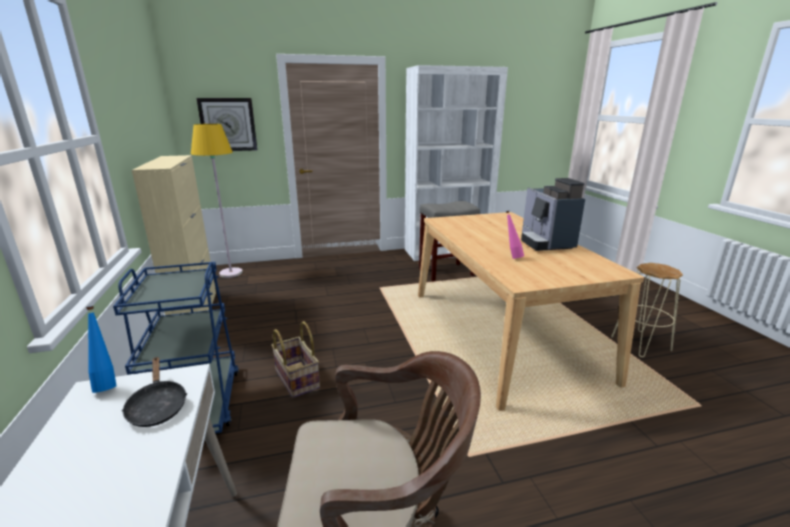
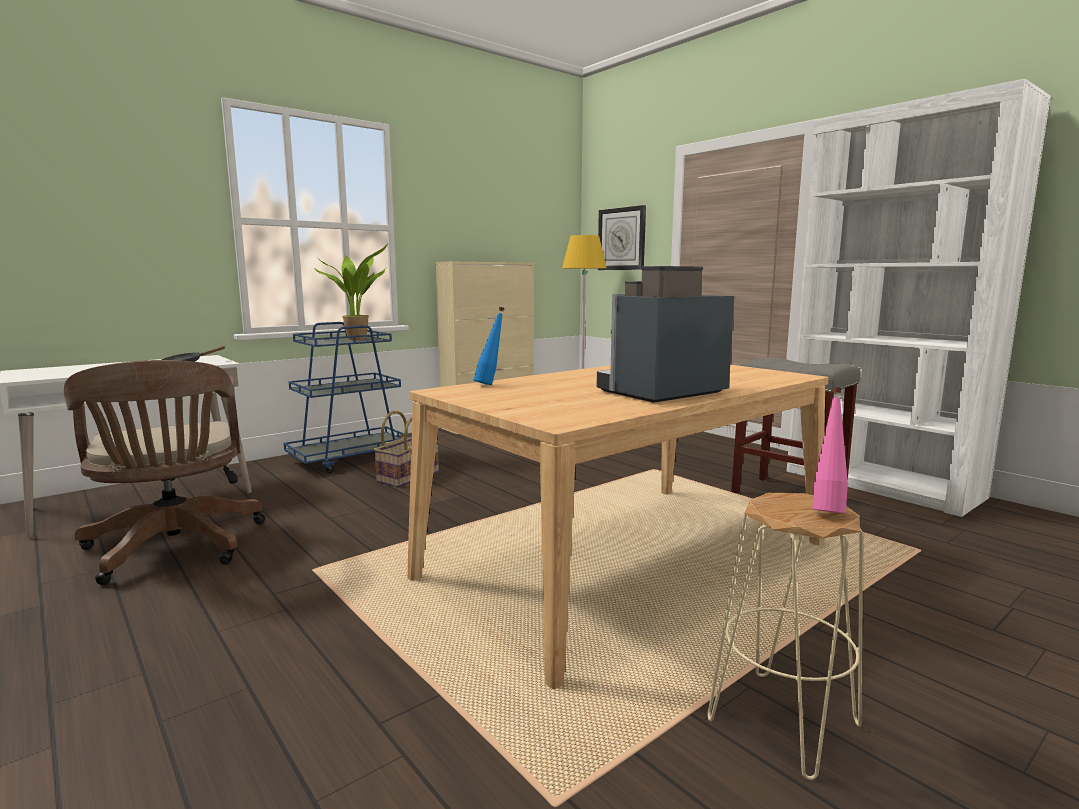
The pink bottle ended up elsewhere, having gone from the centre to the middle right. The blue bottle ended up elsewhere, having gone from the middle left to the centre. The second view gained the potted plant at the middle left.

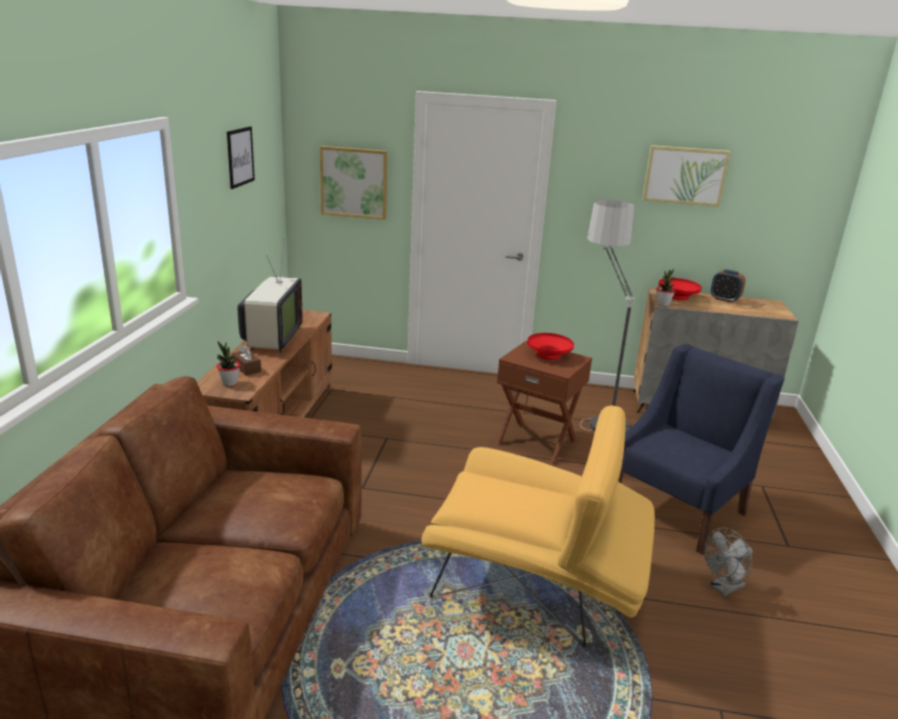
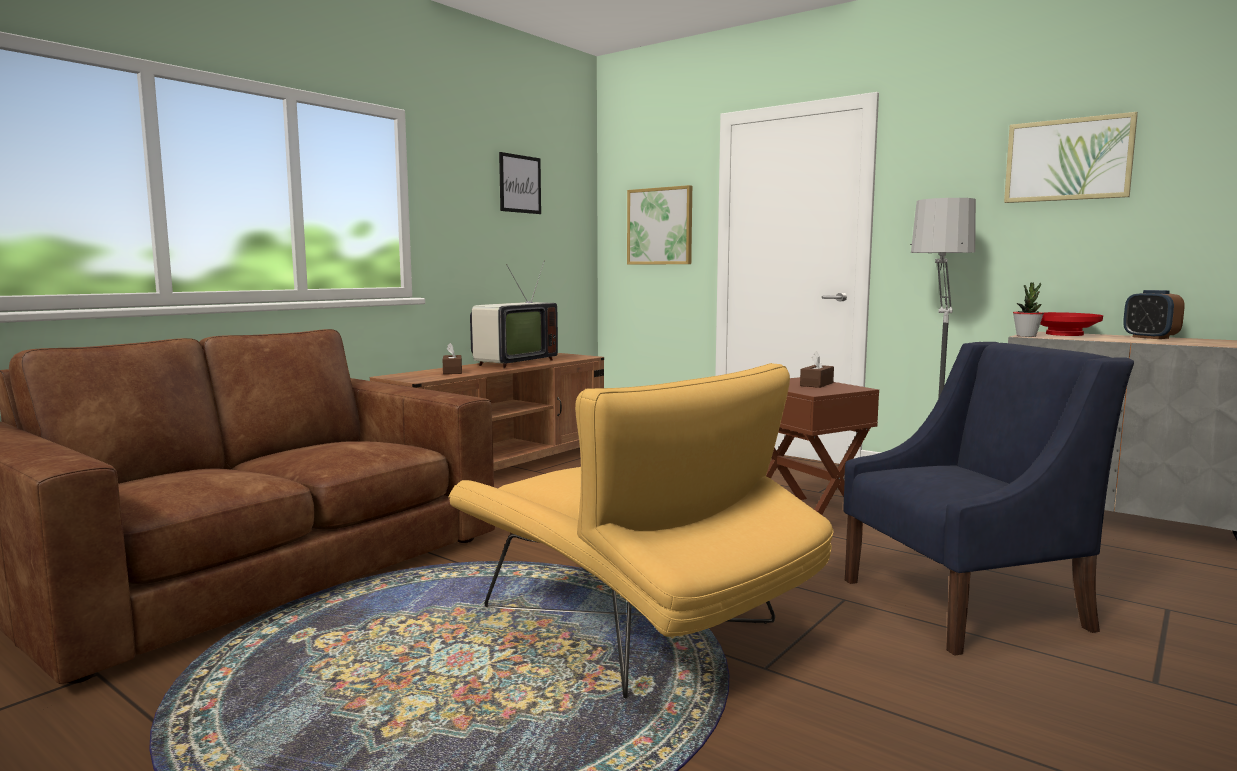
Where the red bowl (no. 1 from left) stood at the centre, the brown tissue box (no. 2 from left) came to stand at the centre. The second view lost the potted plant (no. 1 from left) at the middle left. The second view lost the grey fan at the bottom right.

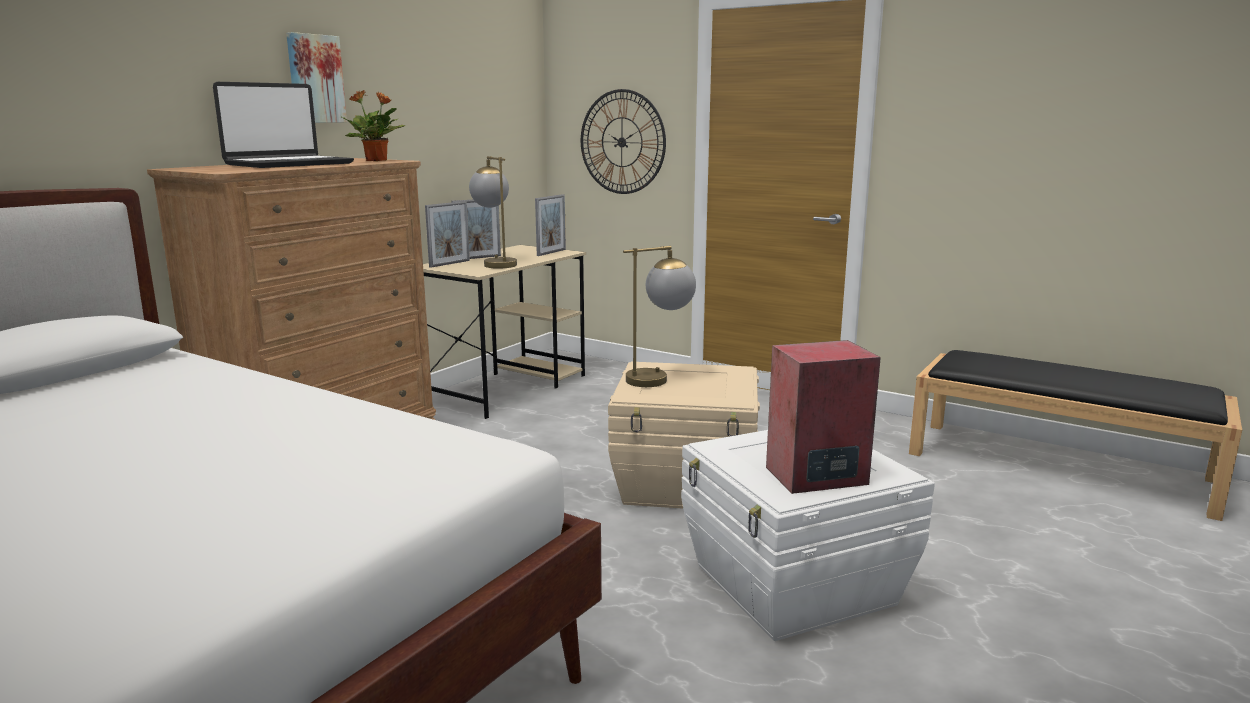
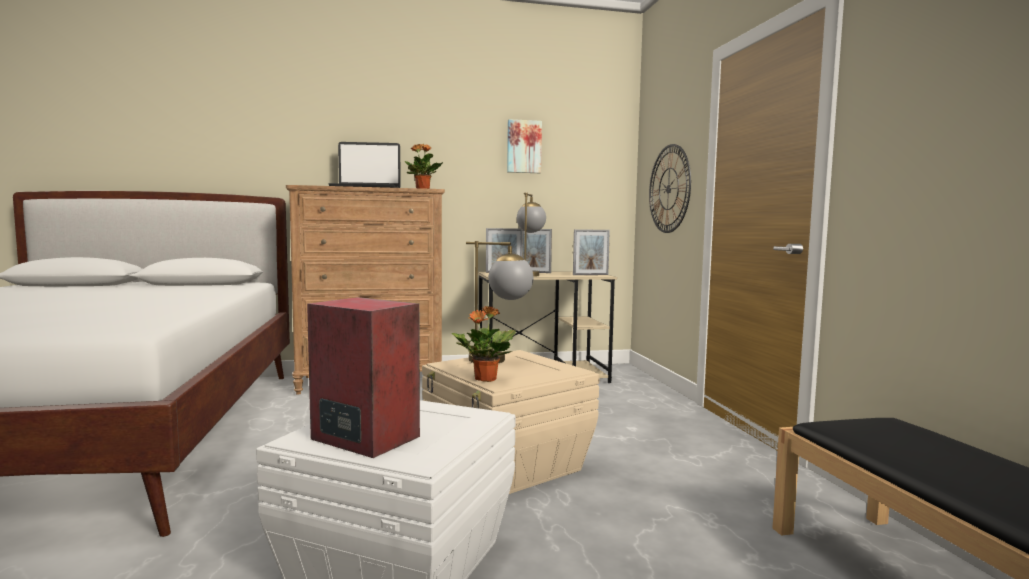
The picture ended up elsewhere, having gone from the top left to the top centre. The second view gained the potted plant (no. 2 from left) at the centre.

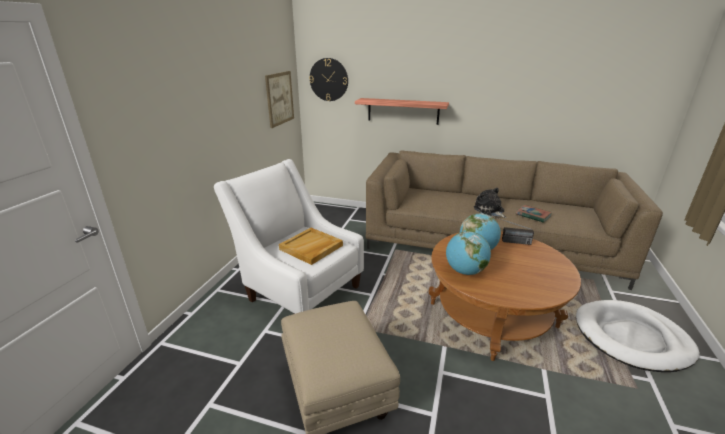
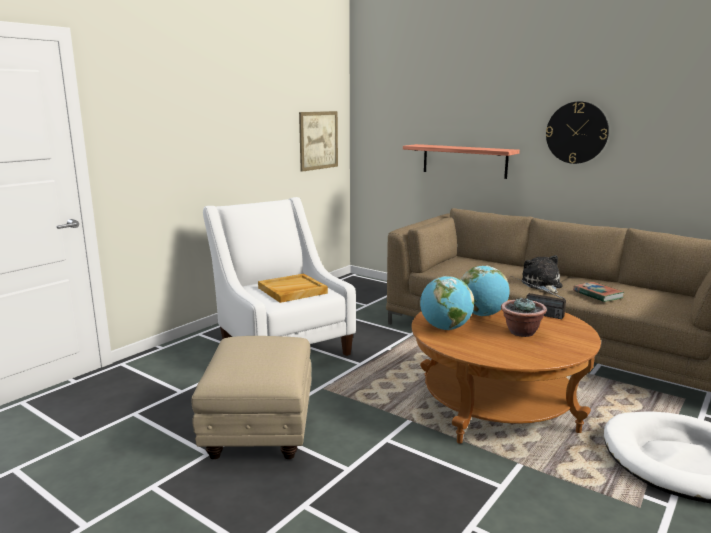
The wall clock ended up elsewhere, having gone from the top centre to the top right. The second view gained the potted plant at the middle right.

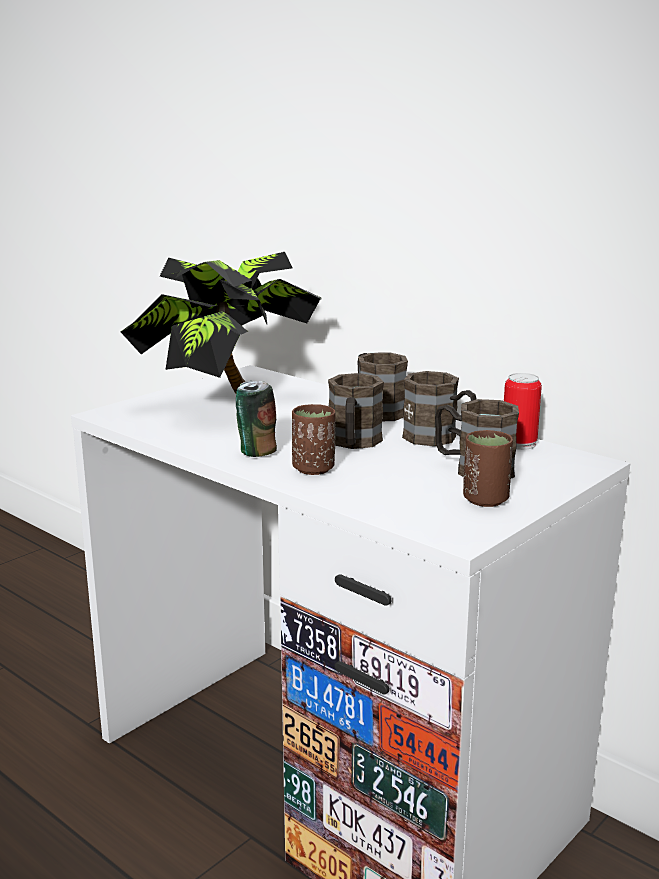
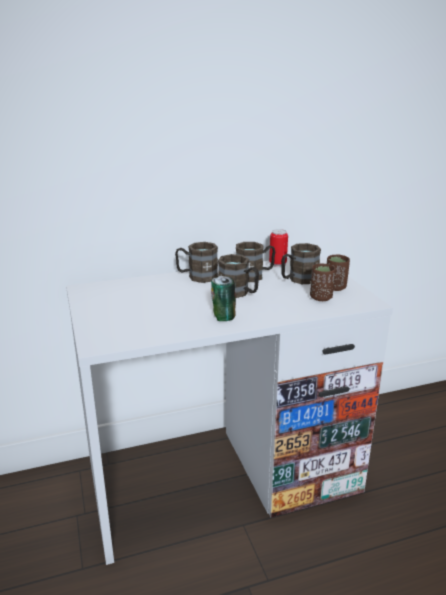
The second view lost the potted plant at the centre. The brown cup (no. 1 from left) ended up elsewhere, having gone from the centre to the middle right.

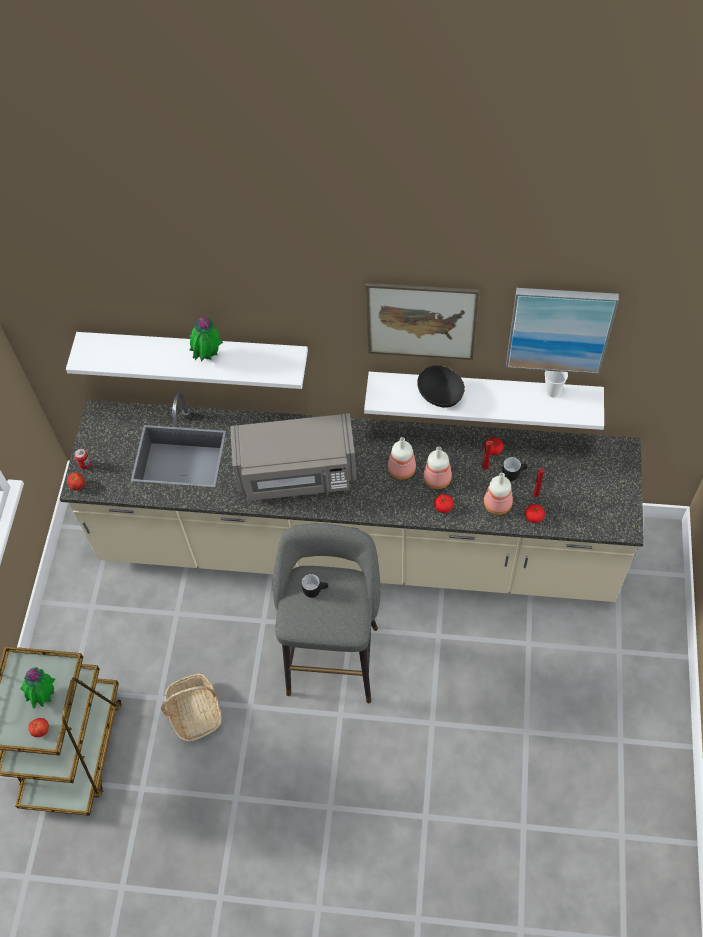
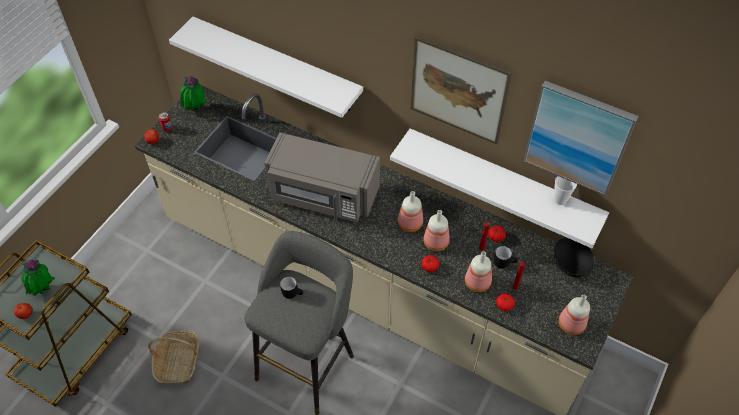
The potted plant (no. 2 from left) ended up elsewhere, having gone from the middle left to the top left. The black bowl ended up elsewhere, having gone from the centre to the middle right. The second view gained the bottle (no. 4 from left) at the bottom right.

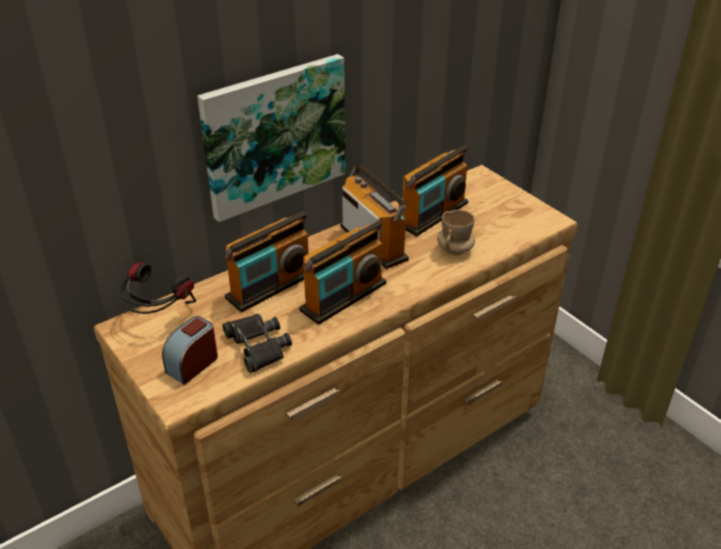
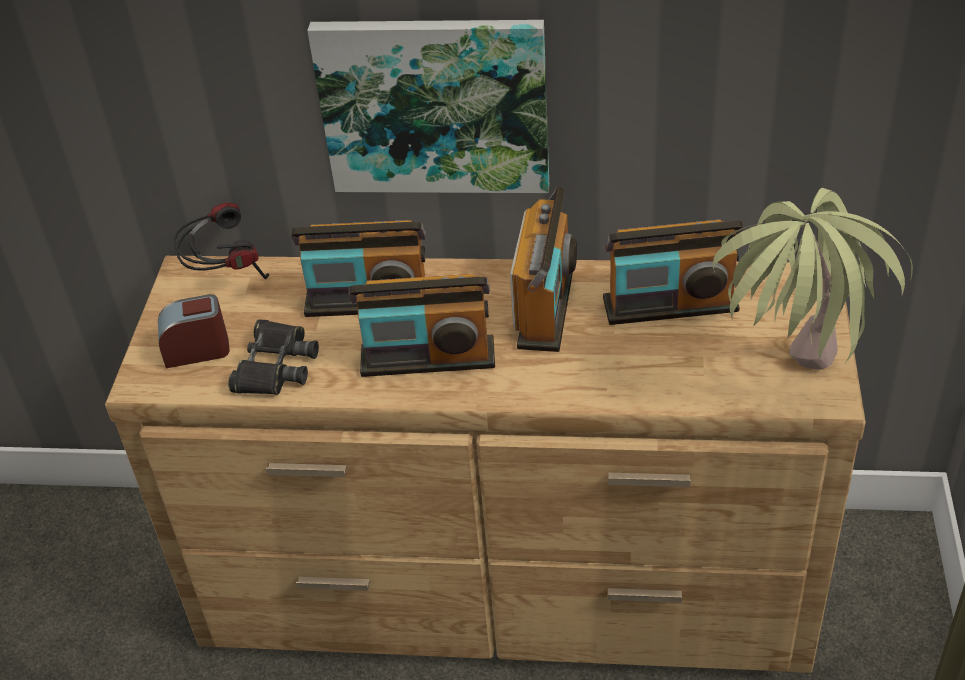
The second view lost the beige mug at the centre. The second view gained the potted plant at the middle right.

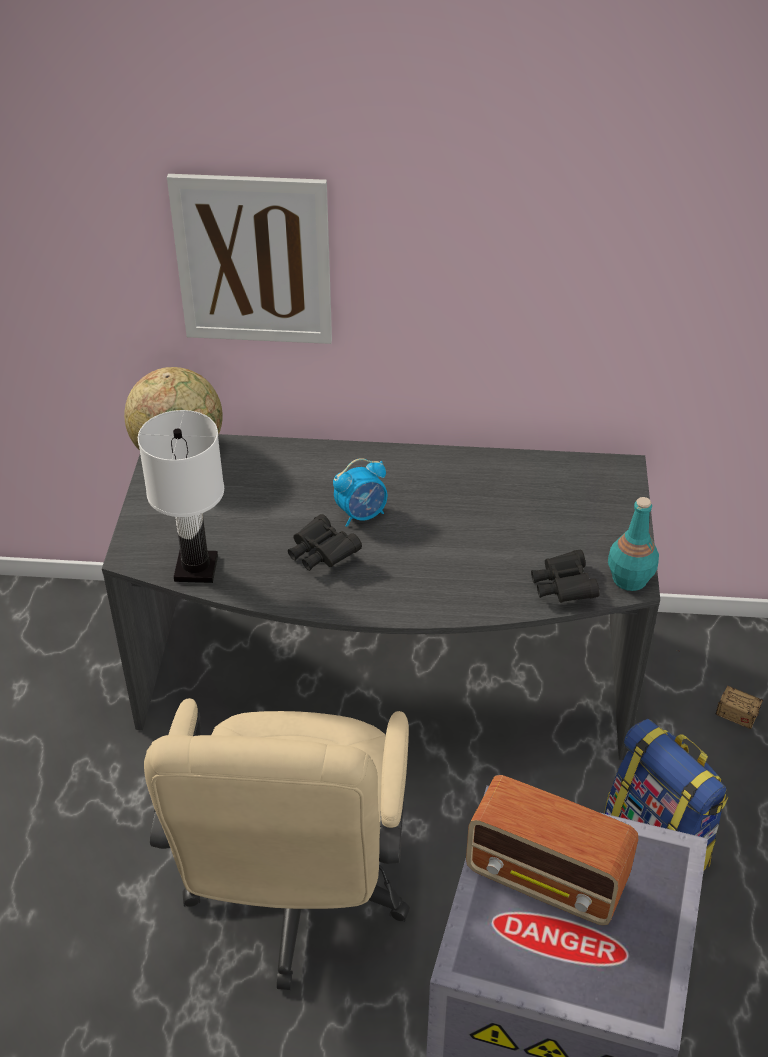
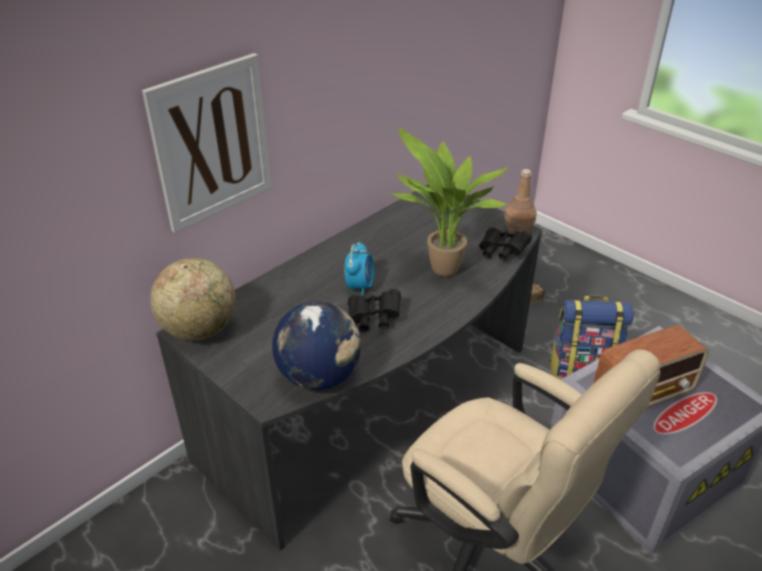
Where the white table lamp stood at the middle left, the globe (no. 2 from left) came to stand at the centre. What was the turquoise bottle at the middle right turned into the brown bottle at the middle right. The second view gained the potted plant at the centre.

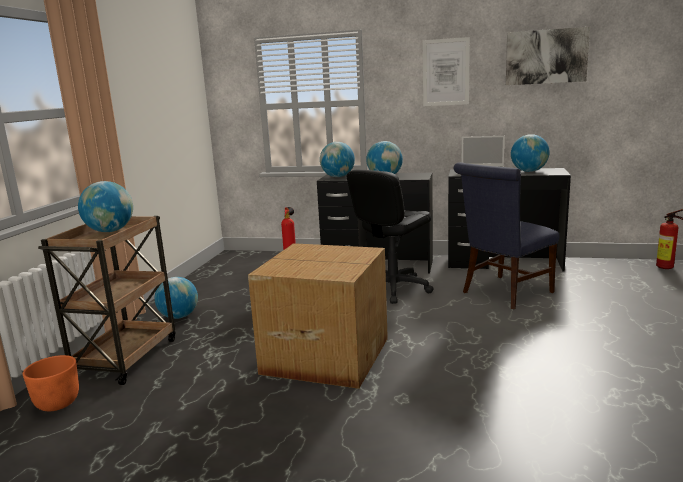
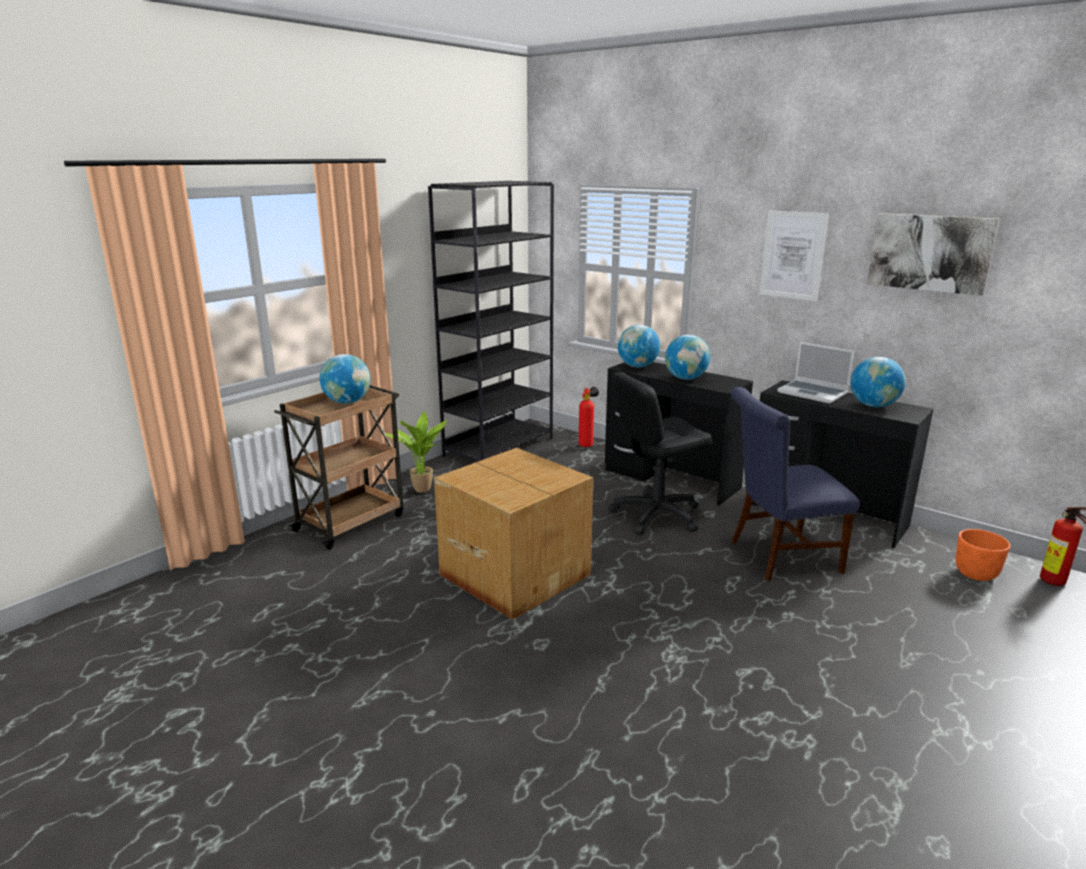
Where the globe (no. 2 from left) stood at the middle left, the potted plant came to stand at the centre. The orange planter ended up elsewhere, having gone from the bottom left to the middle right. The second view gained the black bookcase at the centre.

